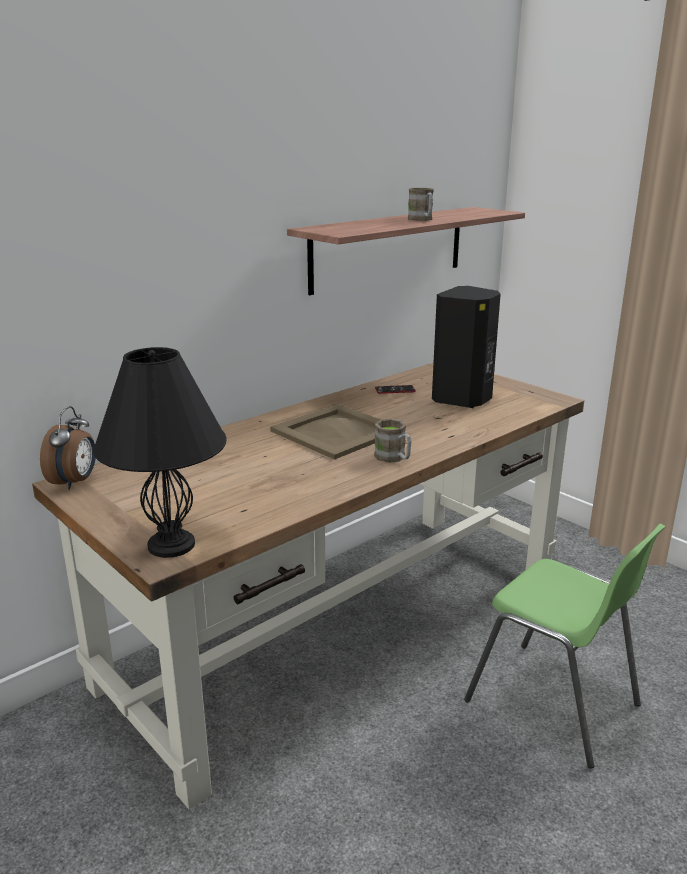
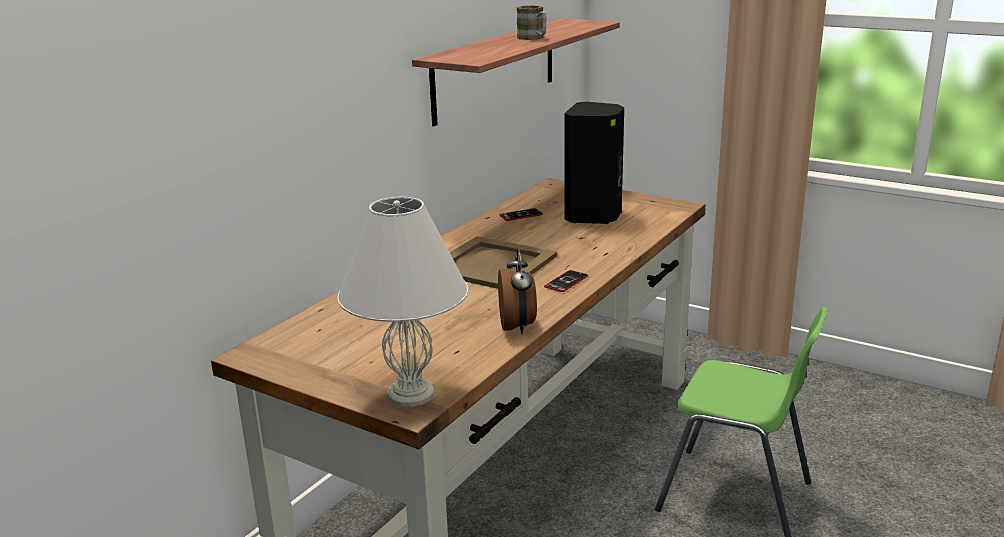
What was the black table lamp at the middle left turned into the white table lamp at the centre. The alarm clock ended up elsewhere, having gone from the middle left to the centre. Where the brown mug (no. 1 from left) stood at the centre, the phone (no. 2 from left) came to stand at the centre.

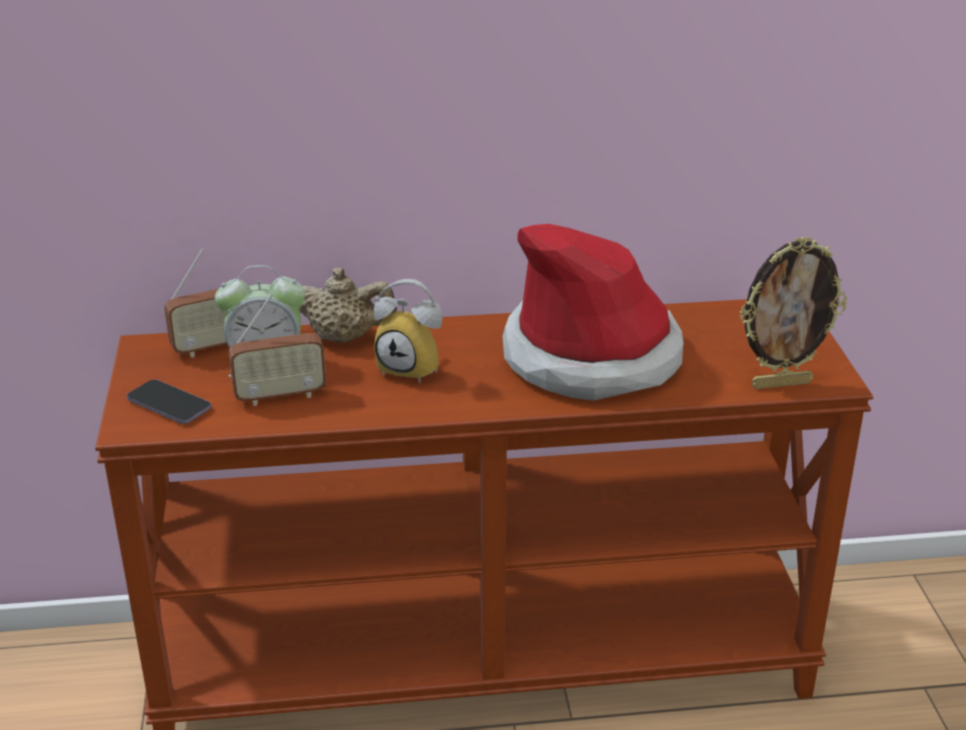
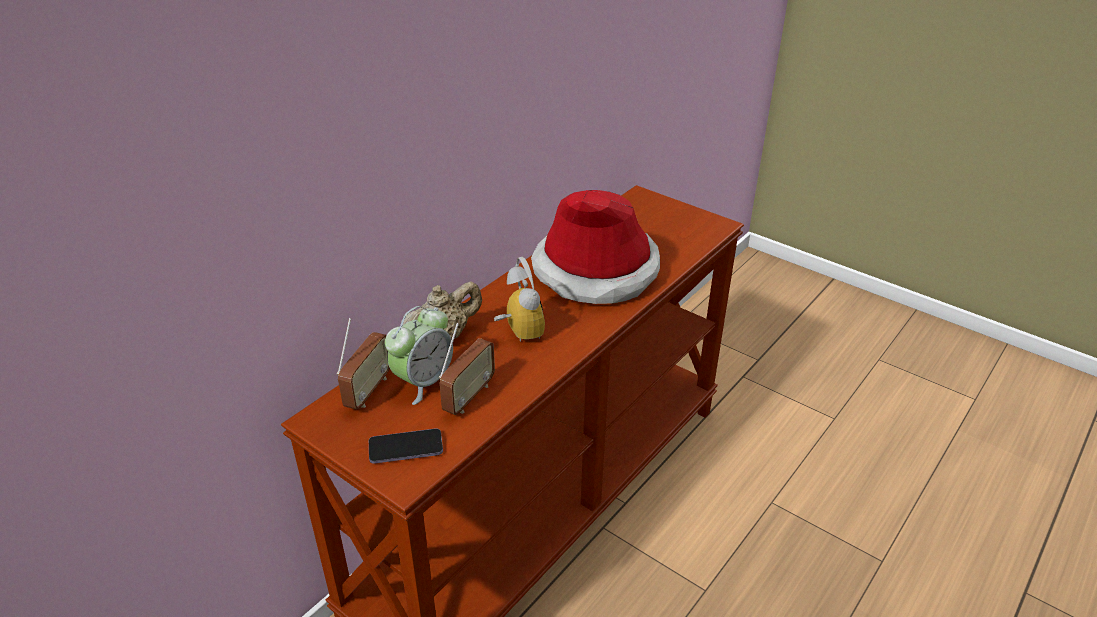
The second view lost the picture frame at the middle right. The alarm clock (no. 2 from left) at the centre ended up facing another way, 90 degrees counterclockwise from before.

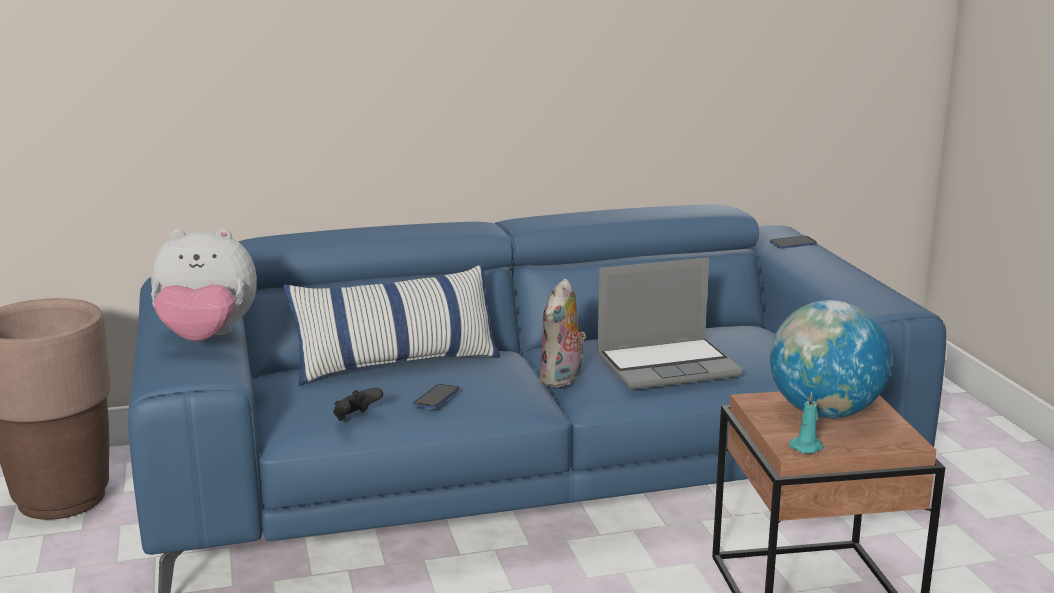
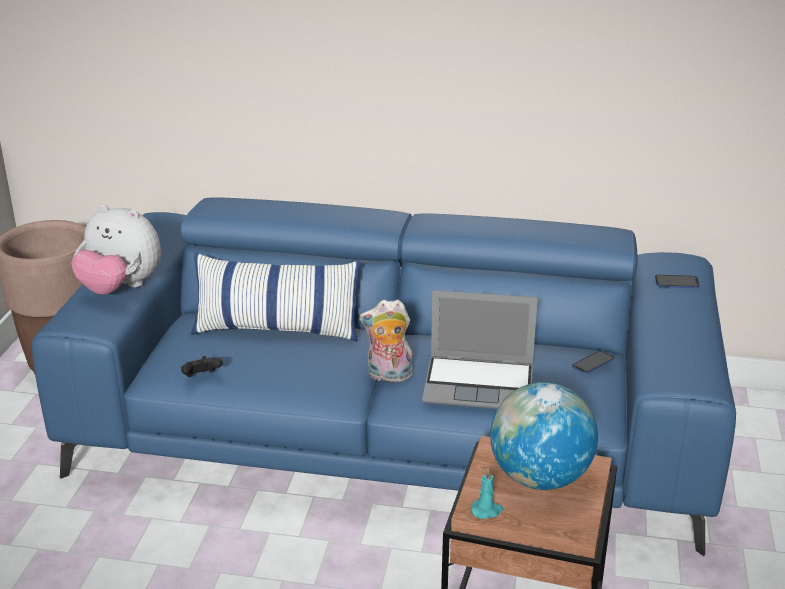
The plush toy (no. 2 from left) at the centre ended up facing another way, 45 degrees clockwise from before. The phone (no. 1 from left) ended up elsewhere, having gone from the bottom centre to the middle right.

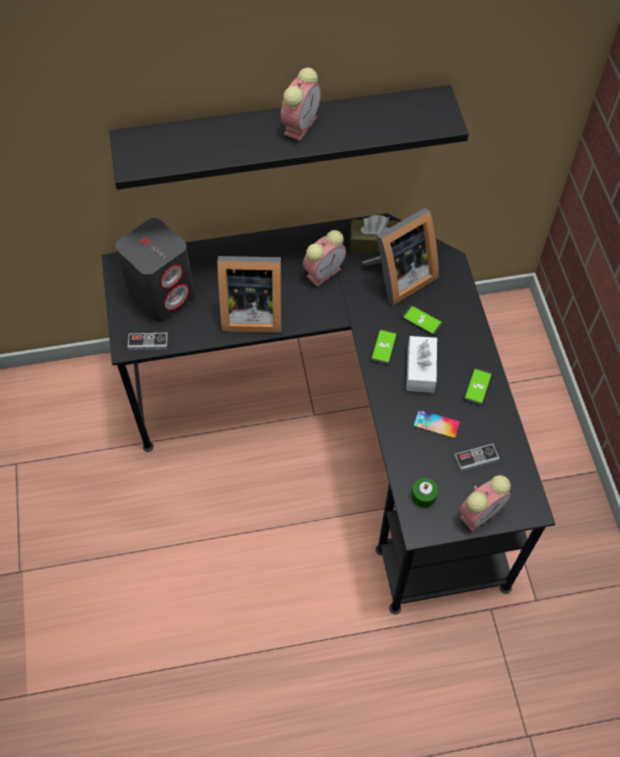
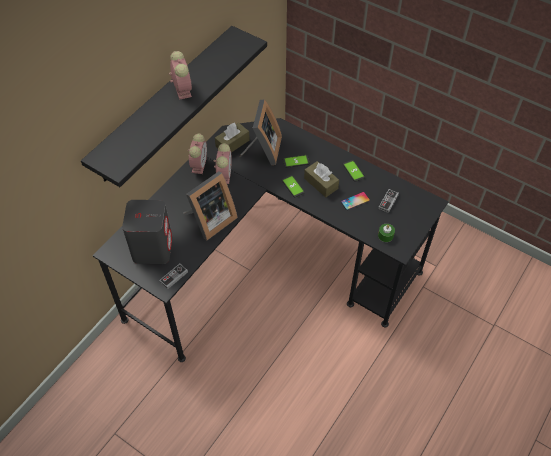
What was the white tissue box at the middle right turned into the brown tissue box (no. 2 from left) at the centre. The alarm clock (no. 3 from left in the first image) ended up elsewhere, having gone from the middle right to the centre.

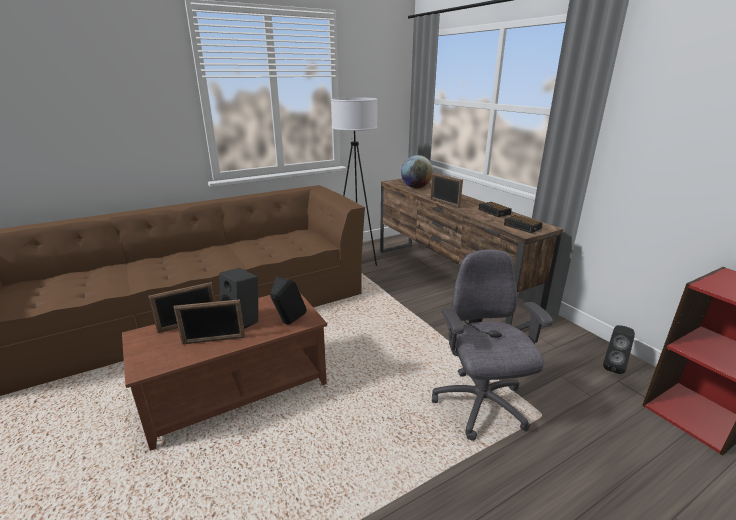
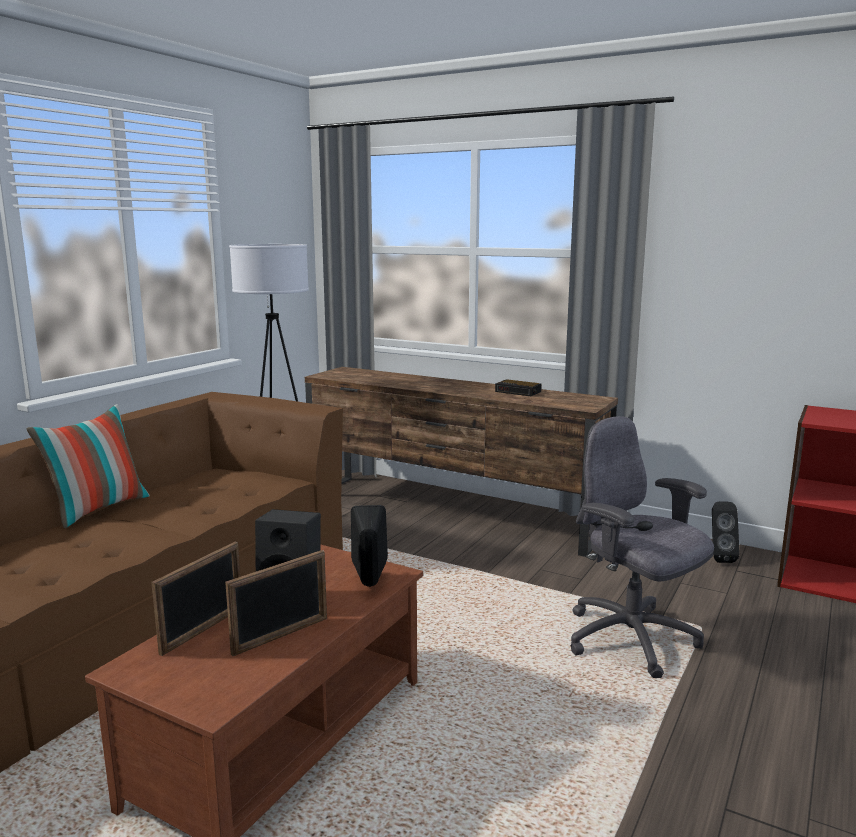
The second view lost the globe at the top centre. The second view lost the picture frame (no. 3 from left) at the centre. The second view lost the alarm clock (no. 2 from left) at the middle right. The second view gained the pillow at the middle left.

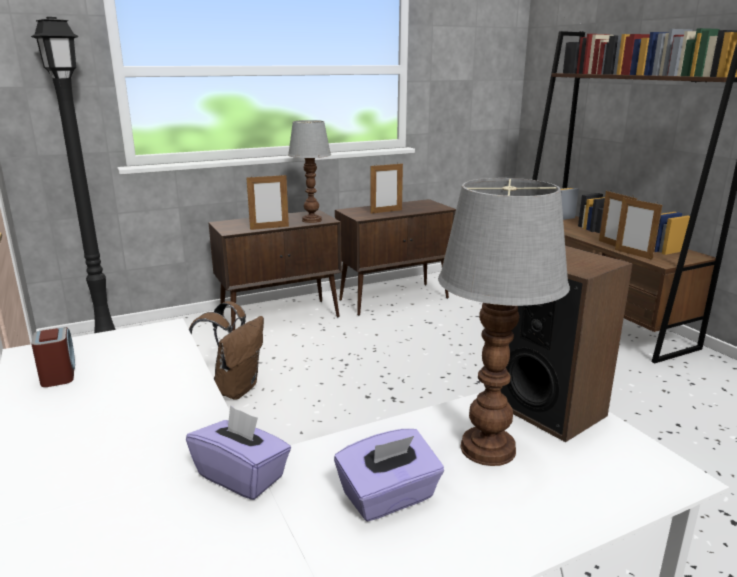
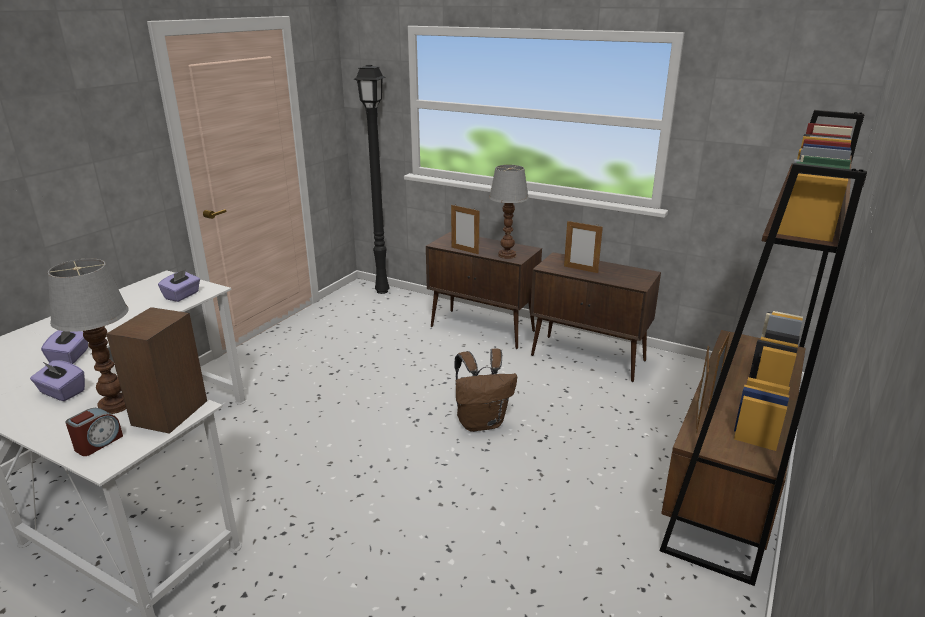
The brown backpack ended up elsewhere, having gone from the middle left to the centre. The alarm clock ended up elsewhere, having gone from the middle left to the bottom left. The second view gained the purple tissue box (no. 3 from left) at the middle left.

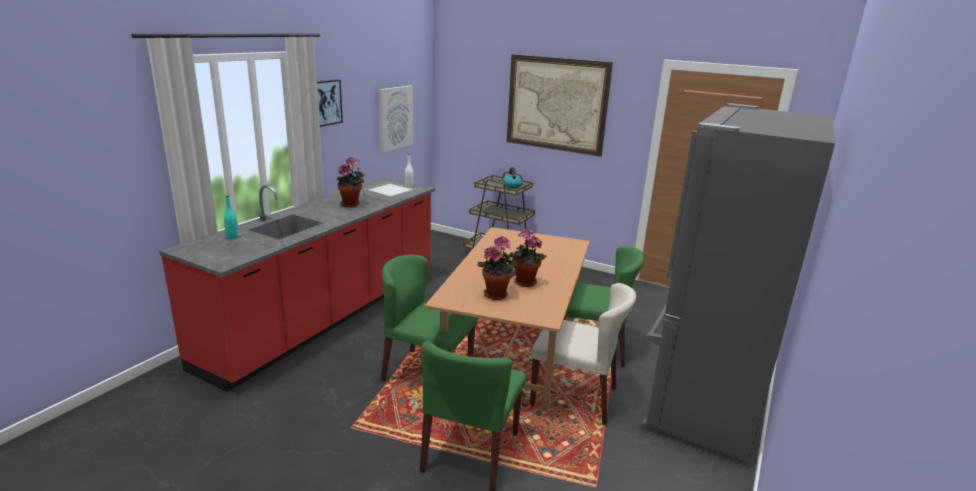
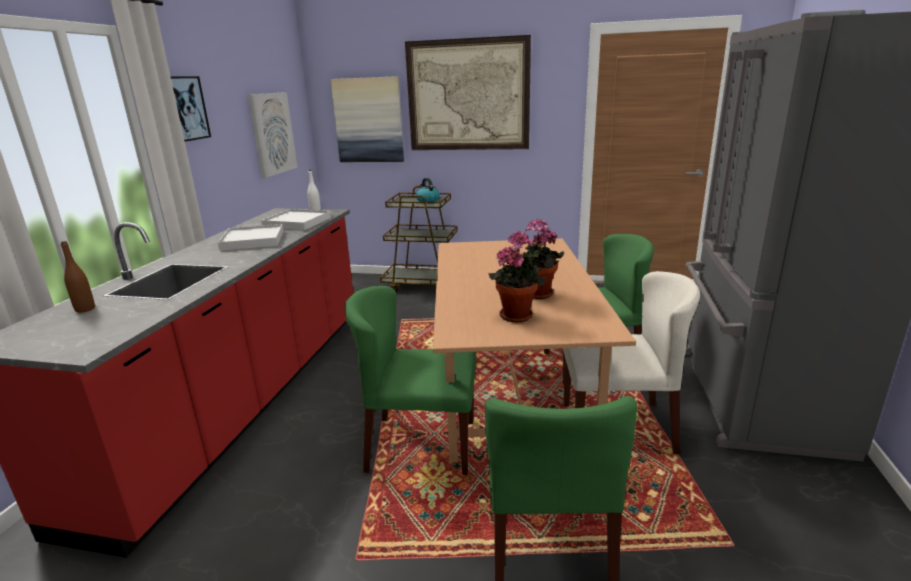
Where the potted plant (no. 1 from left) stood at the centre, the white tray (no. 1 from left) came to stand at the middle left. What was the turquoise bottle at the middle left turned into the brown bottle at the middle left. The second view gained the picture (no. 3 from left) at the top centre.

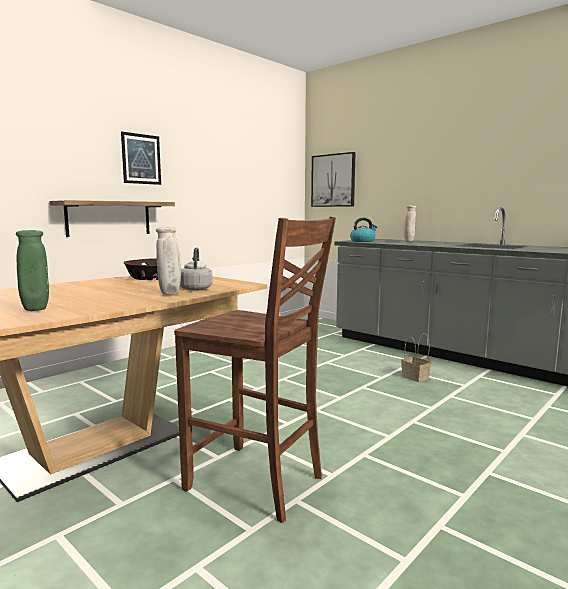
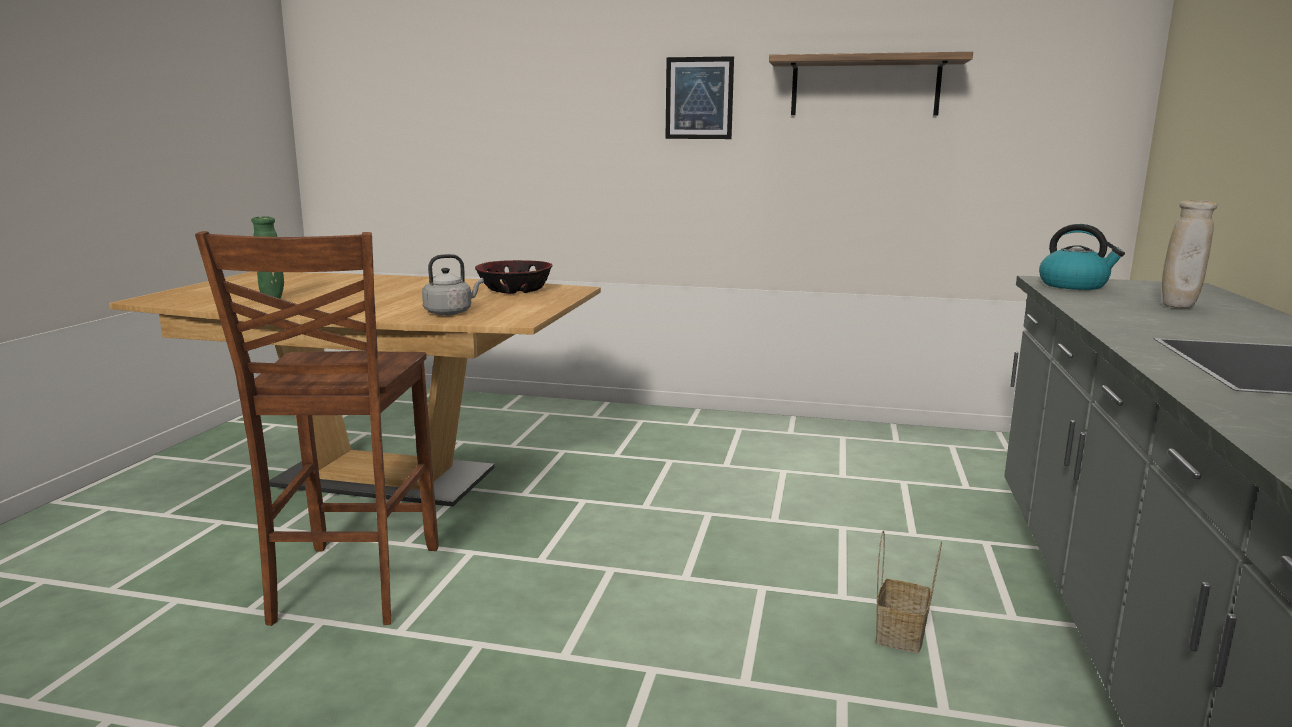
The second view lost the picture (no. 2 from left) at the top centre. The shelf ended up elsewhere, having gone from the middle left to the top right. The second view lost the beige vase (no. 1 from left) at the middle left.

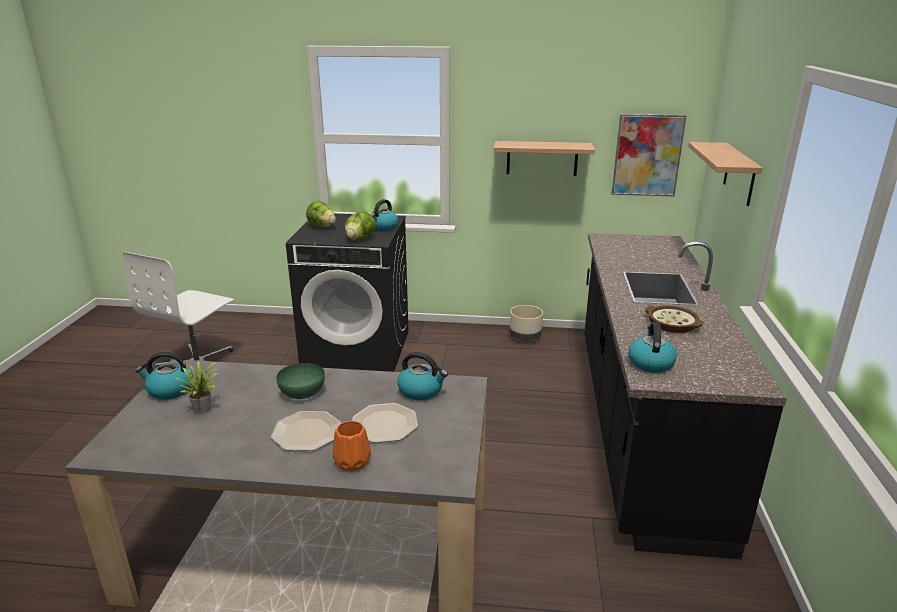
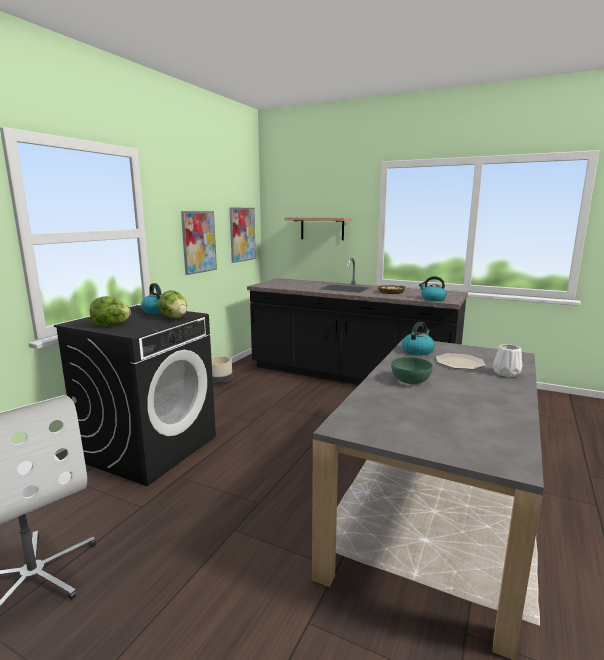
Where the shelf (no. 1 from left) hung at the top centre, the picture (no. 1 from left) came to hang at the middle left. The second view lost the kettle (no. 1 from left) at the middle left. The second view lost the potted plant at the middle left. The second view lost the plate (no. 1 from left) at the bottom centre. What was the orange vase at the bottom centre turned into the white vase at the middle right.

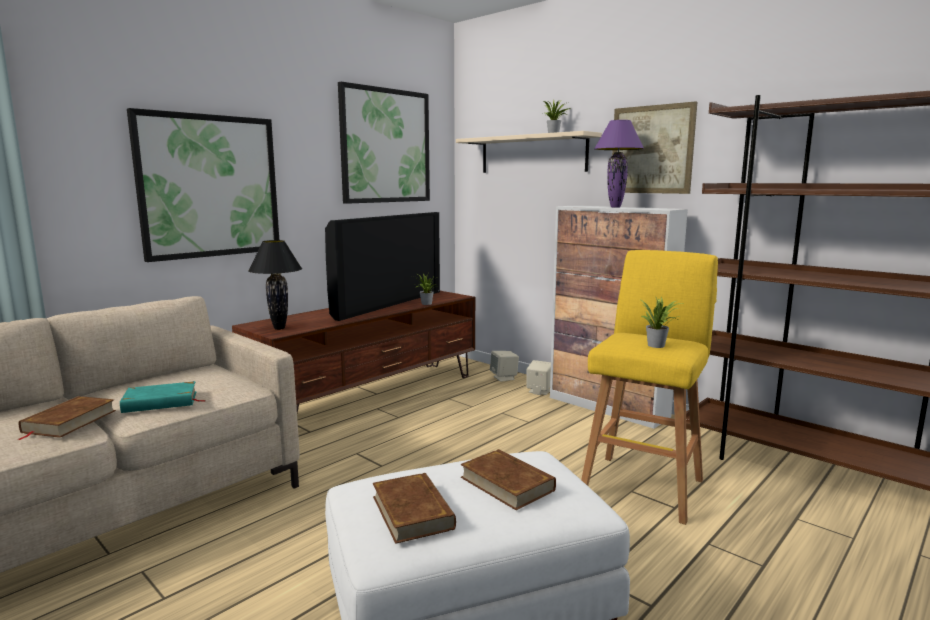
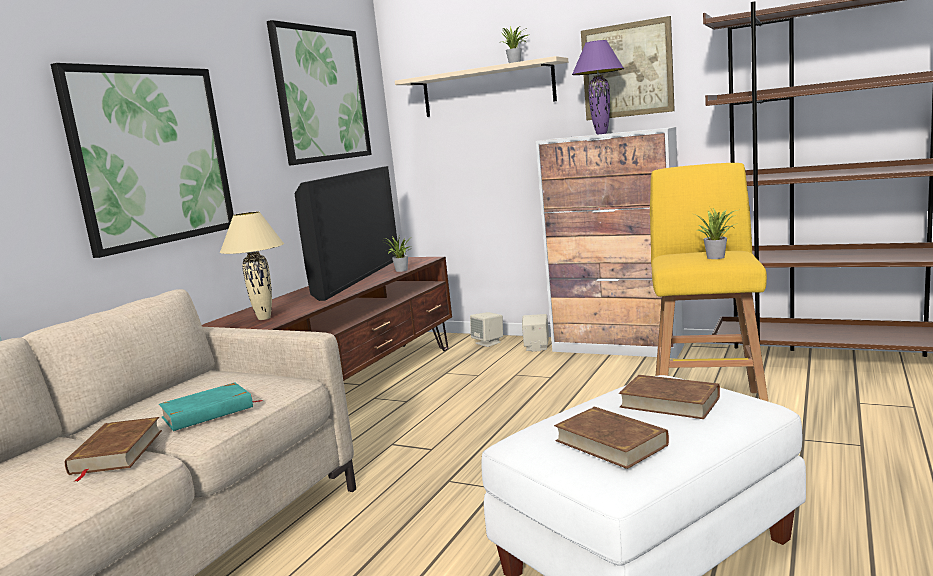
What was the black table lamp at the middle left turned into the beige table lamp at the middle left.

